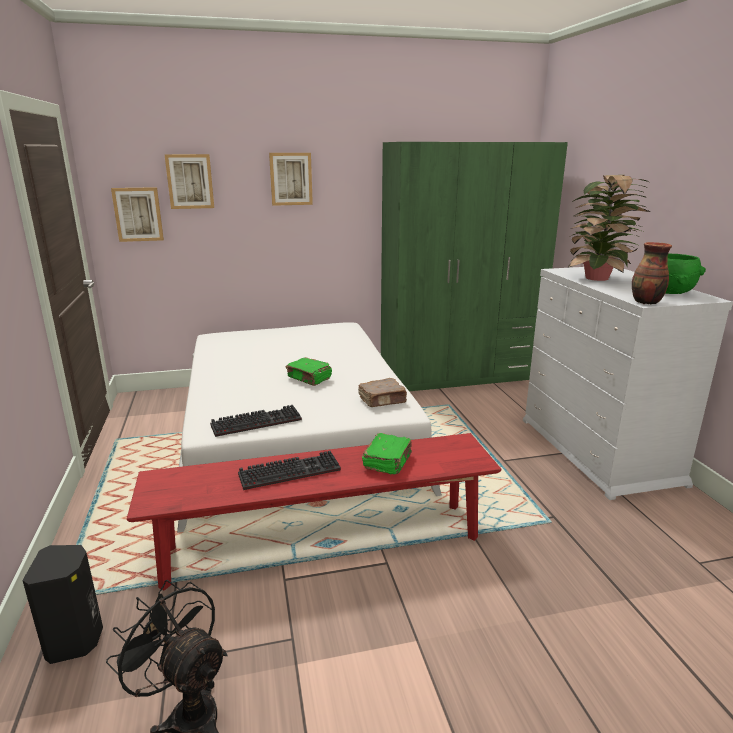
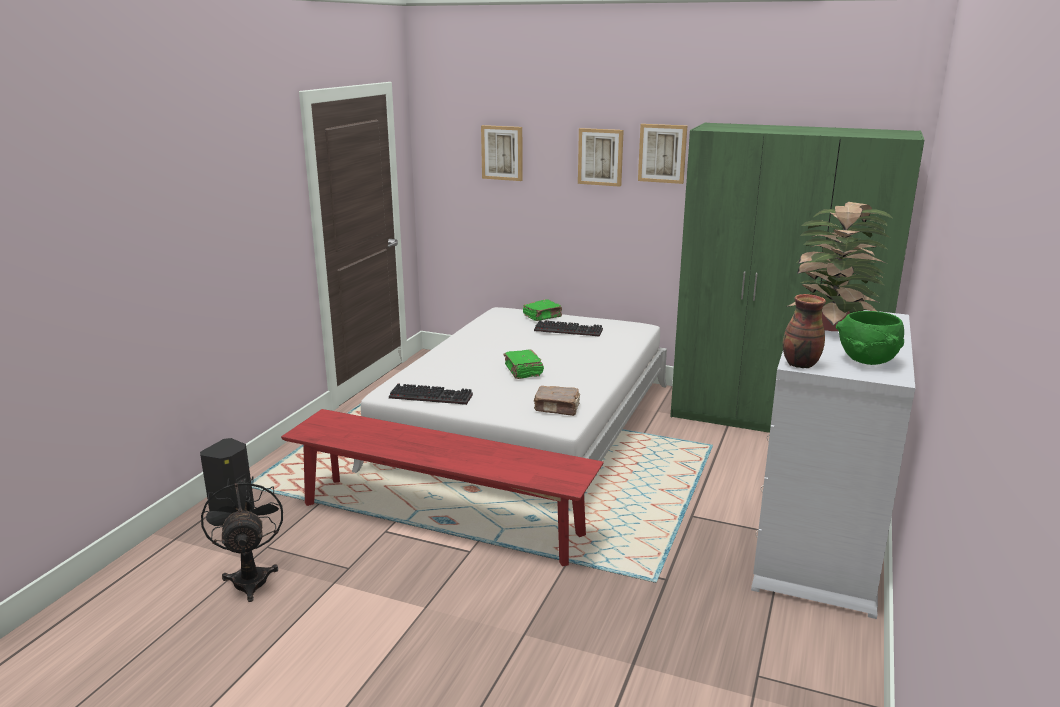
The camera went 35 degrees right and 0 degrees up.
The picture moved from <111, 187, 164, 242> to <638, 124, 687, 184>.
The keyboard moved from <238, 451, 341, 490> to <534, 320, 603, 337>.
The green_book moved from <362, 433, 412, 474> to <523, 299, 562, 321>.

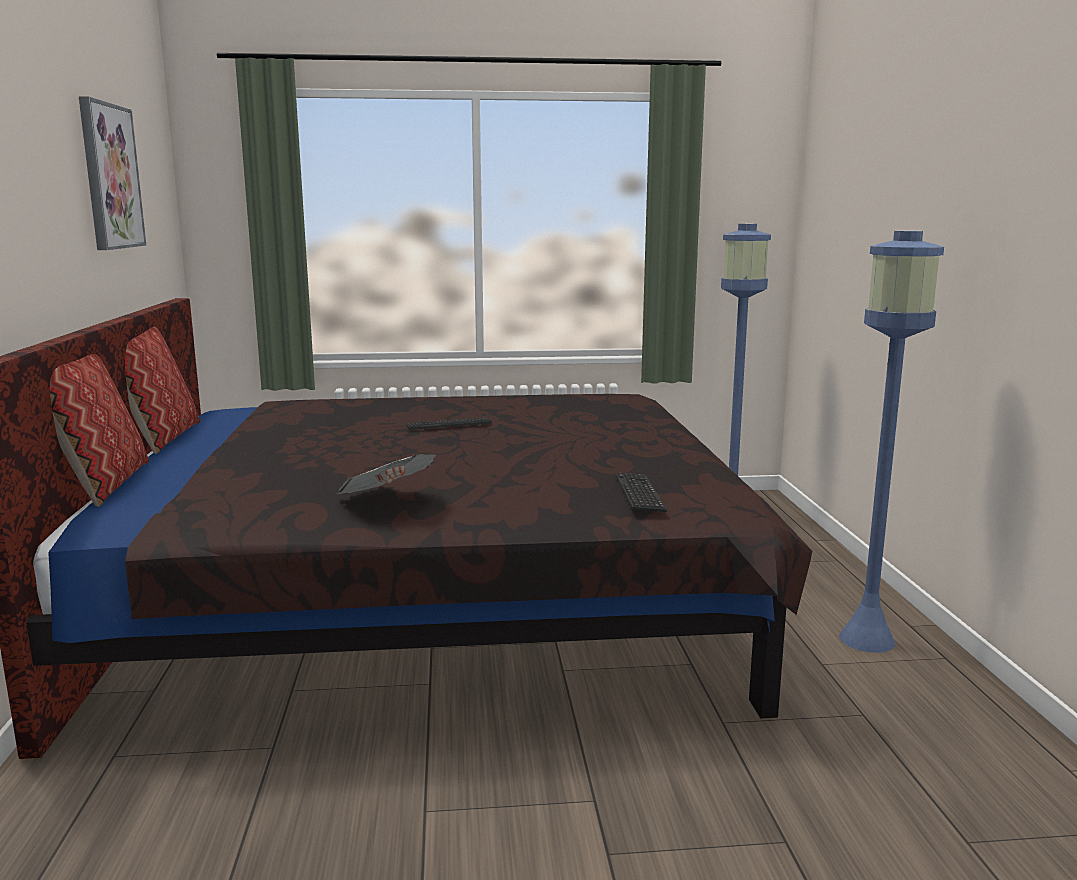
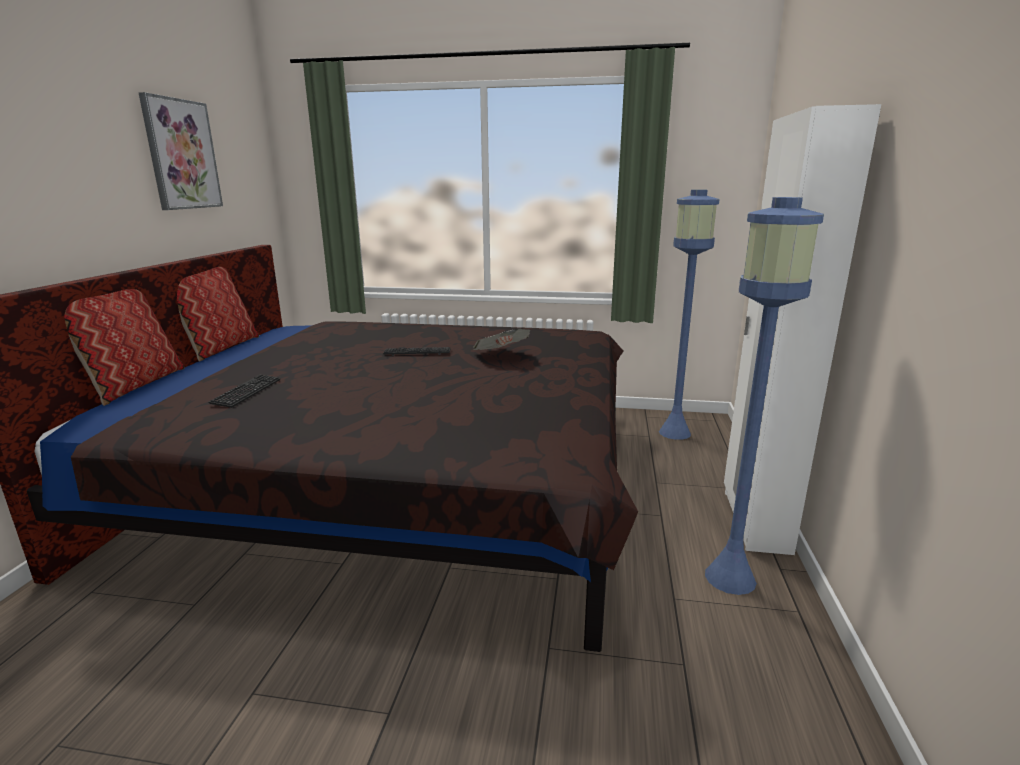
The camera went 15 degrees right and 5 degrees up.
The newspaper moved from <337, 454, 436, 494> to <473, 329, 531, 350>.
The keyboard moved from <616, 472, 667, 512> to <208, 374, 280, 408>.
The white_wardrobe at <724, 104, 881, 555> appeared.

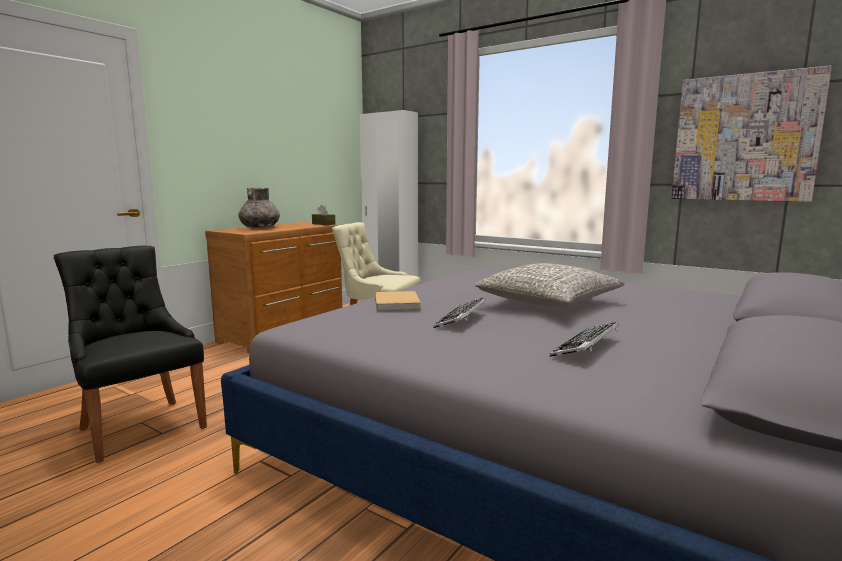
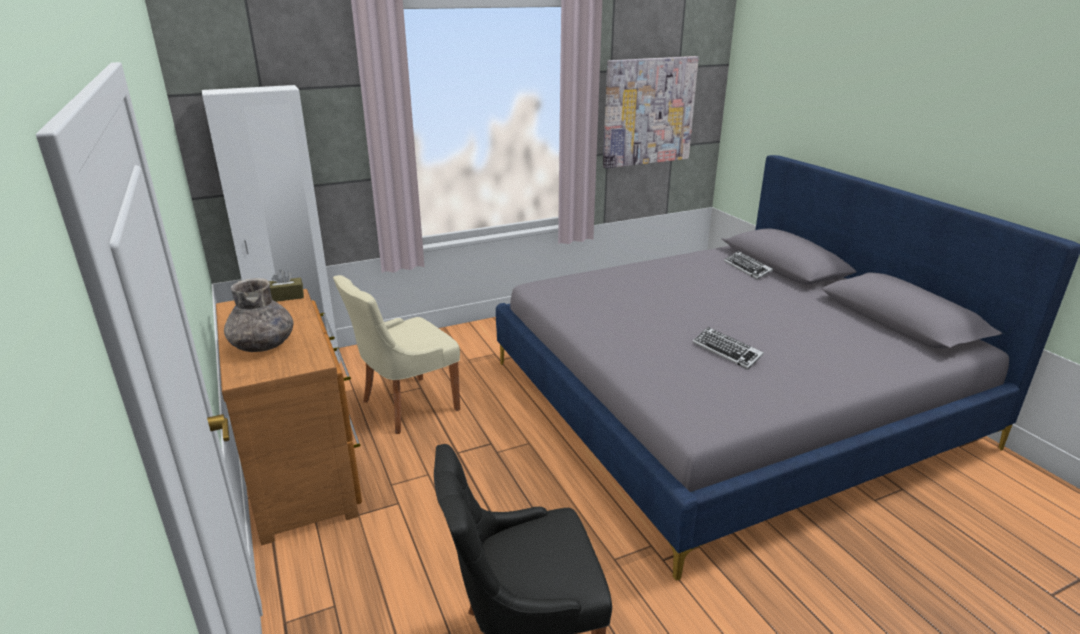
The camera went 60 degrees left and 15 degrees up.
The beige_book at <375, 291, 421, 310> disappeared.
The grey_pillow at <475, 263, 625, 307> disappeared.
The keyboard moved from <550, 322, 619, 357> to <724, 251, 773, 279>.

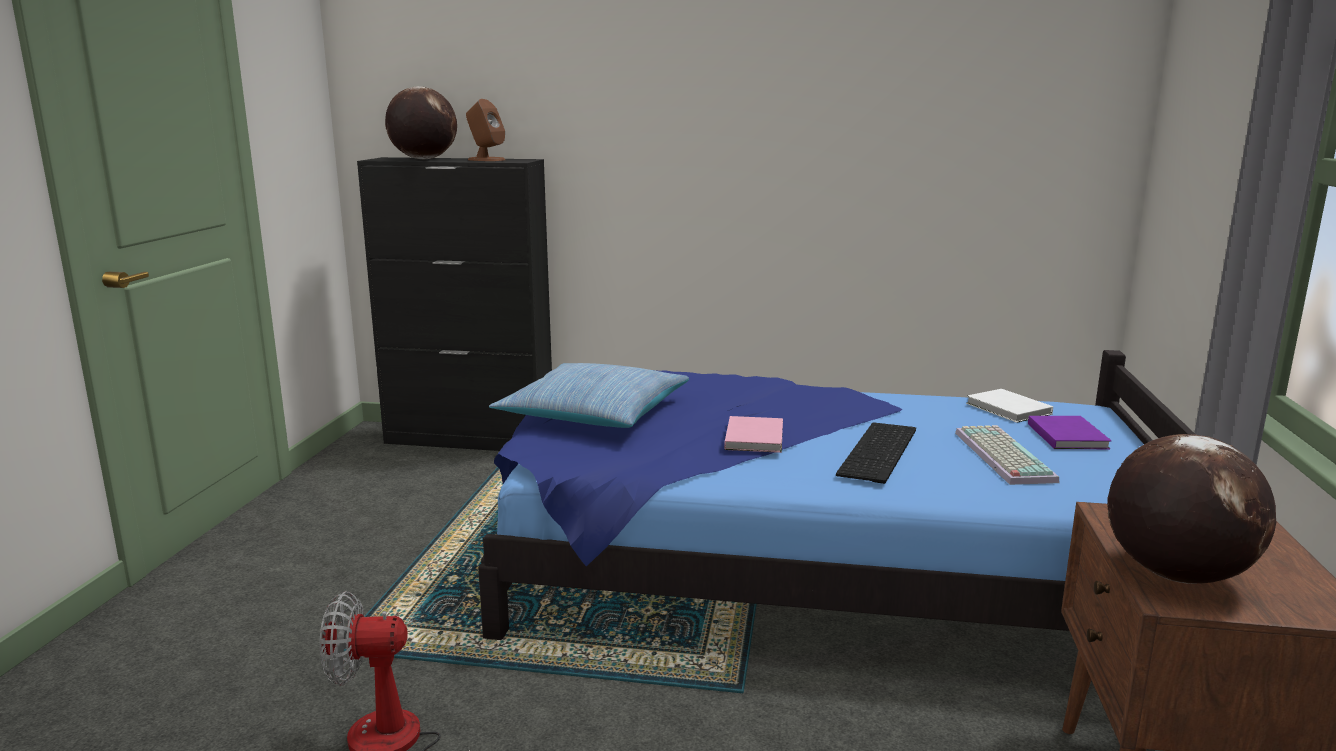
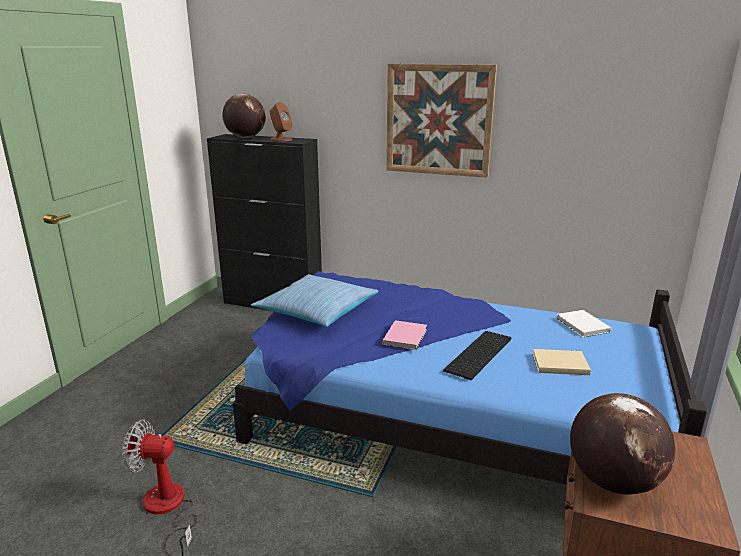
The camera went 10 degrees right and 5 degrees up.
The keyboard at <955, 425, 1059, 485> was replaced by the beige_book at <533, 349, 591, 375>.
The purple_book at <1028, 416, 1112, 449> disappeared.
The picture at <386, 64, 497, 178> appeared.

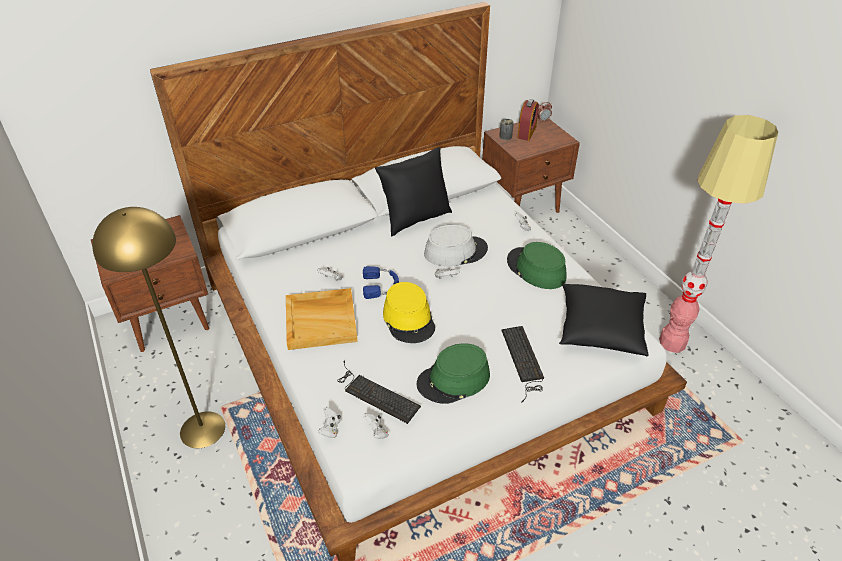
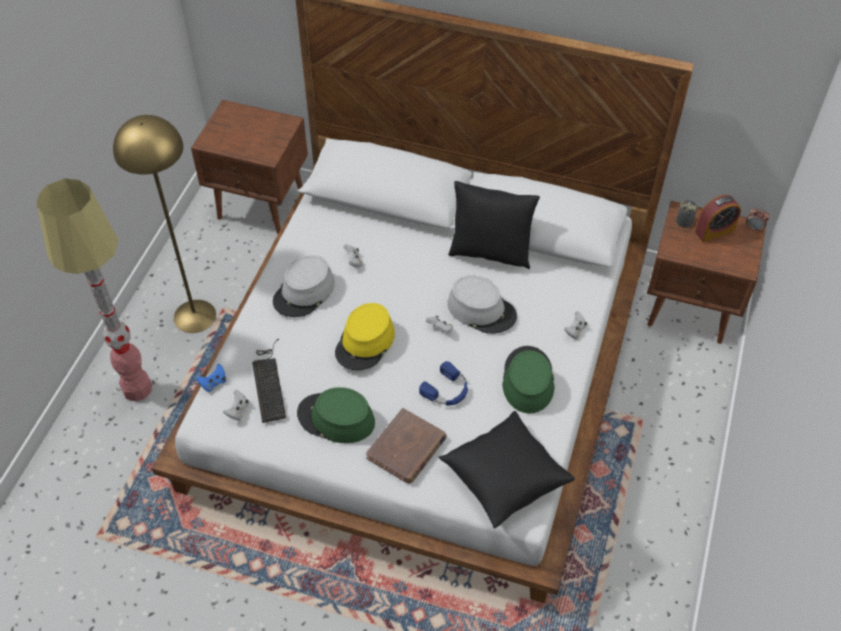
The camera went 45 degrees right and 10 degrees up.
The beige_tray at <286, 288, 358, 350> was replaced by the grey_hat at <273, 255, 335, 317>.
The white_game_controller at <318, 407, 341, 438> became the blue_game_controller at <196, 364, 226, 392>.
The blue_headphones moved from <363, 266, 399, 299> to <419, 361, 468, 406>.
The keyboard at <501, 326, 544, 402> was replaced by the brown_book at <366, 408, 447, 484>.
The floor_lamp moved from <659, 115, 778, 353> to <37, 179, 152, 401>.

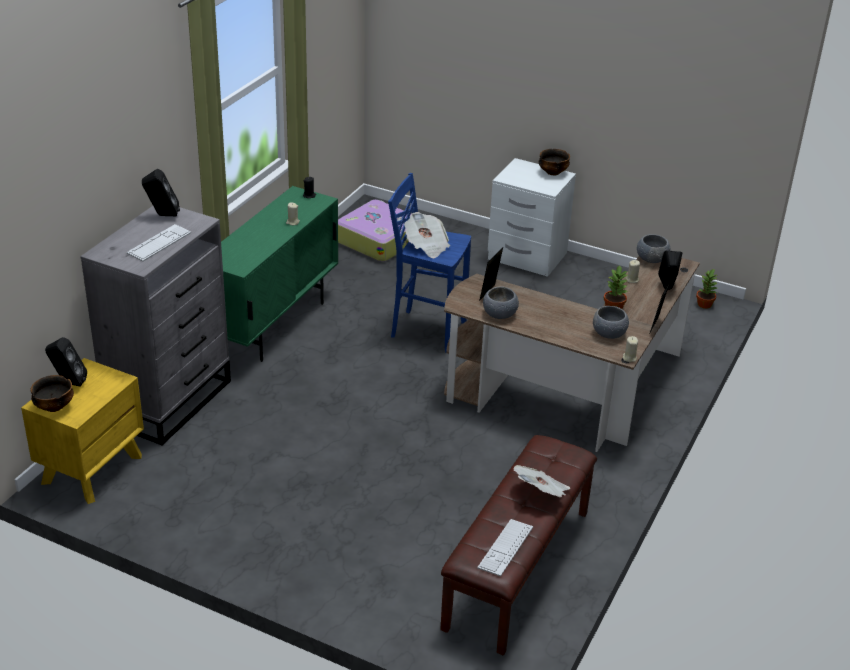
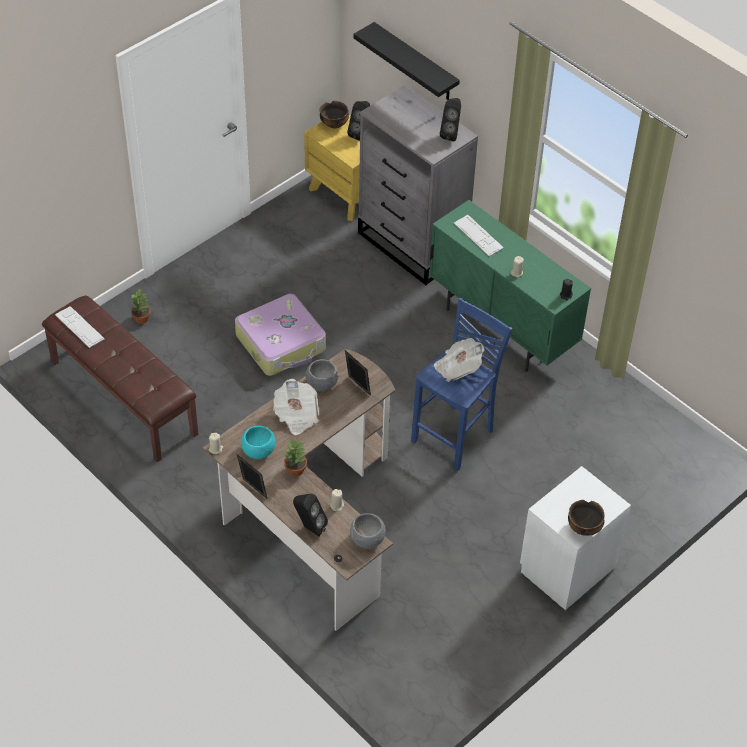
The camera went 110 degrees right and 15 degrees up.
The keyboard moved from <126, 224, 191, 261> to <454, 215, 504, 257>.
The suitcase moved from <338, 200, 411, 262> to <235, 294, 326, 376>.
The newspaper moved from <513, 465, 570, 497> to <273, 379, 319, 435>.
The grey_bowl at <593, 306, 629, 339> became the turquoise_bowl at <241, 426, 275, 459>.
The potted_plant moved from <696, 268, 717, 309> to <130, 289, 151, 324>.
The black_shelf at <353, 22, 460, 100> appeared.

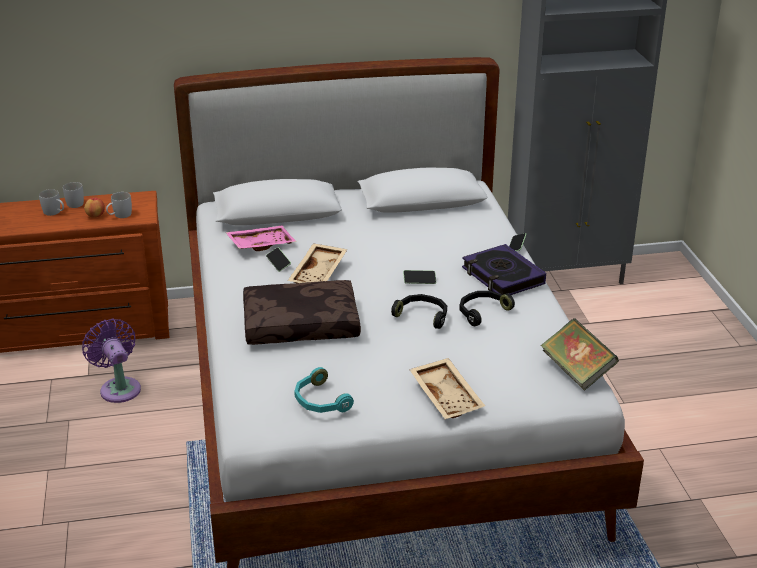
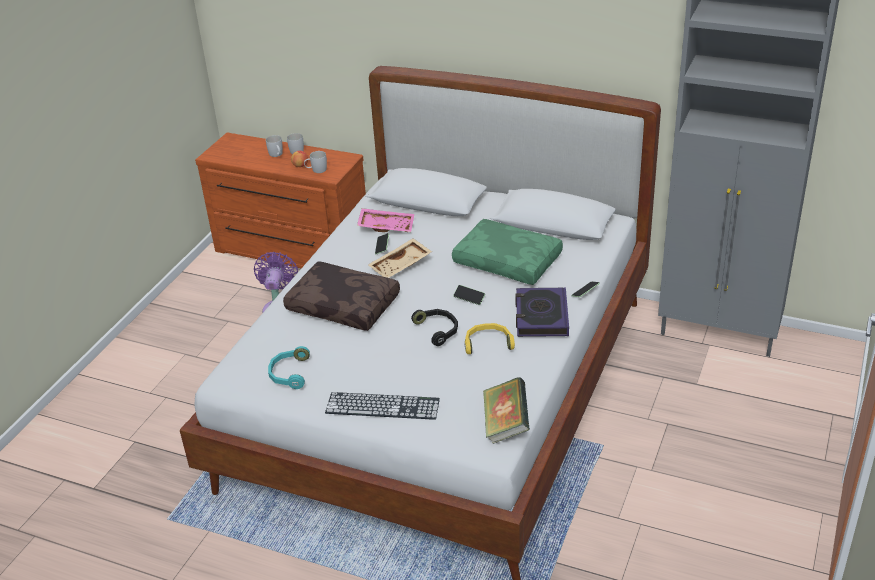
The camera went 35 degrees right and 5 degrees up.
The beige_tray at <409, 358, 485, 419> was replaced by the keyboard at <325, 392, 440, 420>.
The black_headphones at <459, 291, 515, 326> became the yellow_headphones at <465, 323, 515, 354>.
The green_pillow at <452, 219, 563, 285> appeared.

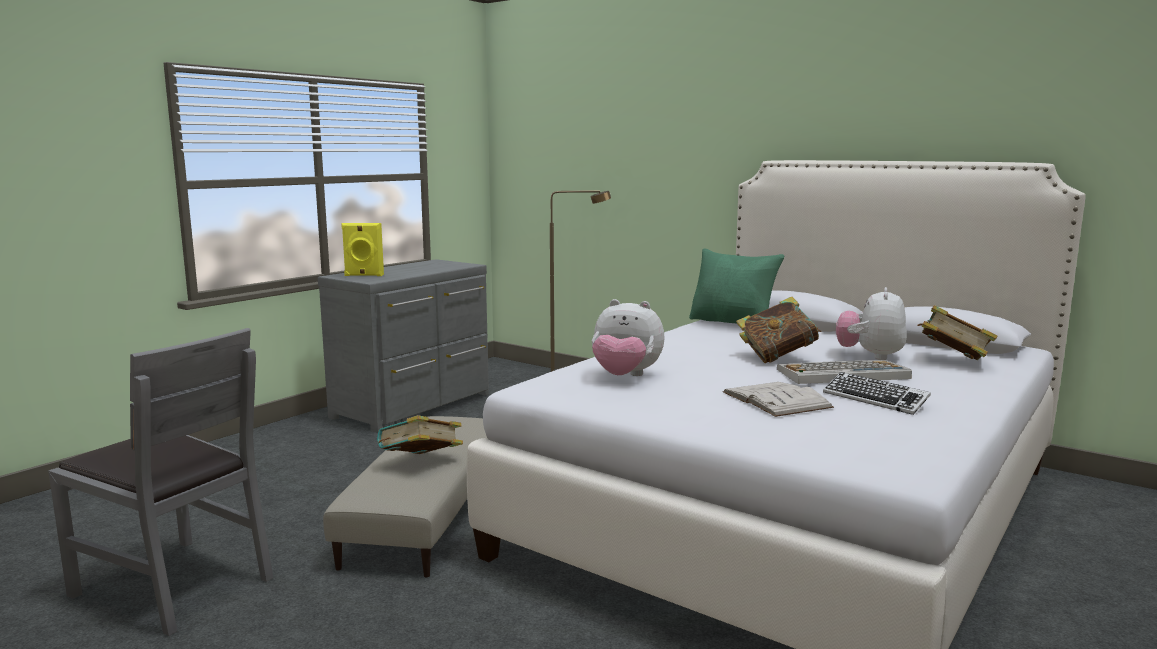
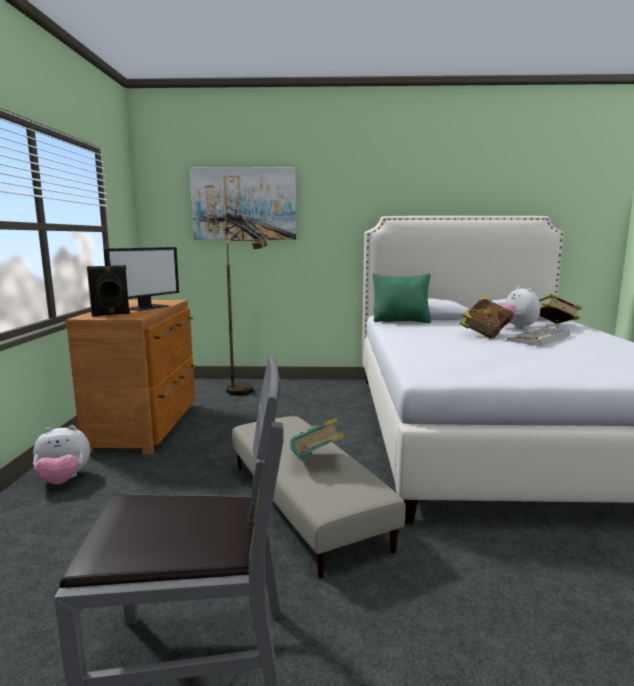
The camera went 35 degrees left and 0 degrees up.
The grey_dresser at <318, 259, 489, 433> became the brown_dresser at <65, 300, 196, 455>.
The yellow_speaker at <341, 223, 384, 276> became the black_speaker at <87, 265, 130, 317>.
The plush_toy moved from <592, 299, 665, 376> to <33, 425, 90, 484>.
The white_book at <722, 382, 834, 417> disappeared.
The keyboard at <823, 372, 931, 415> disappeared.
The monitor at <103, 247, 179, 311> appeared.
The picture at <190, 167, 296, 240> appeared.

